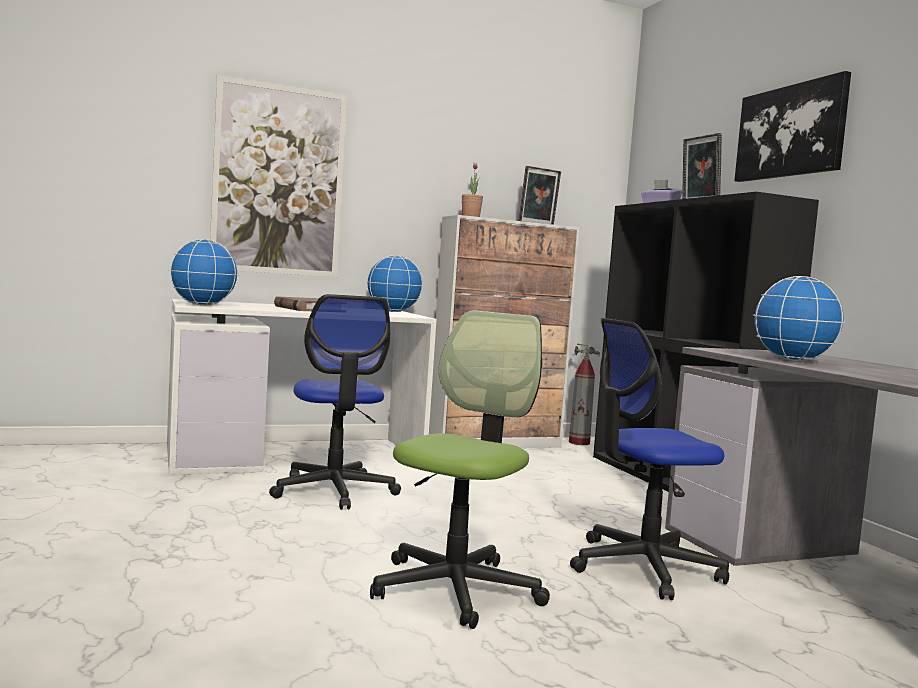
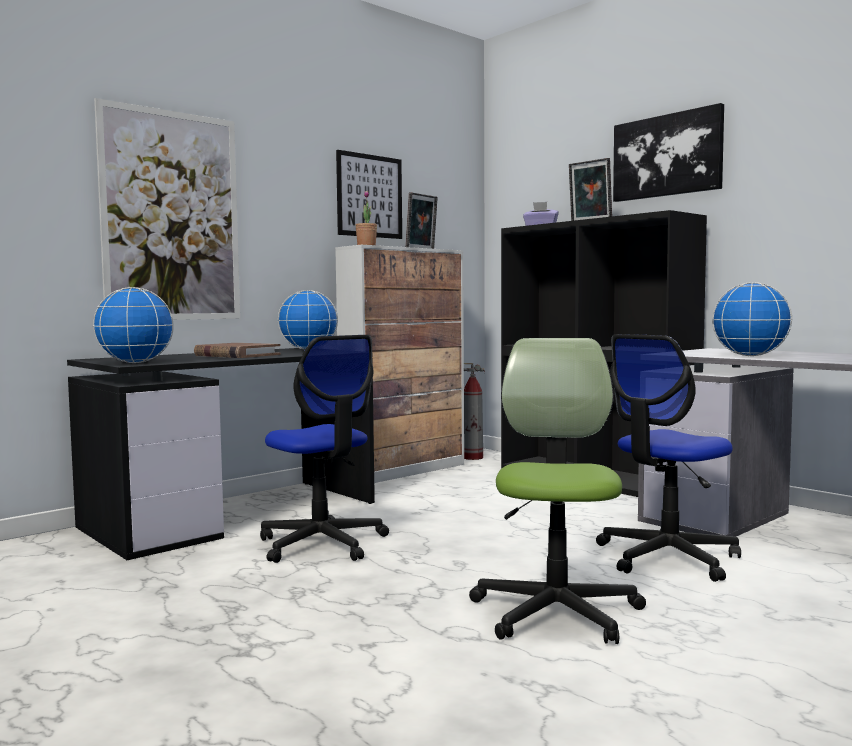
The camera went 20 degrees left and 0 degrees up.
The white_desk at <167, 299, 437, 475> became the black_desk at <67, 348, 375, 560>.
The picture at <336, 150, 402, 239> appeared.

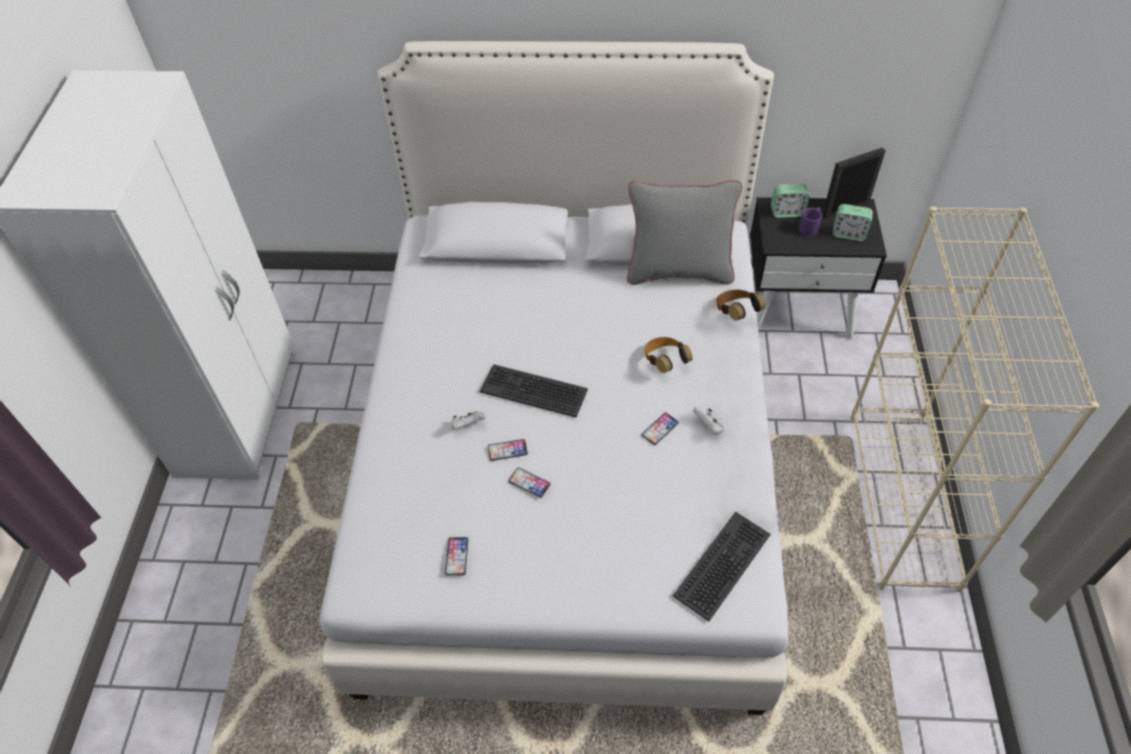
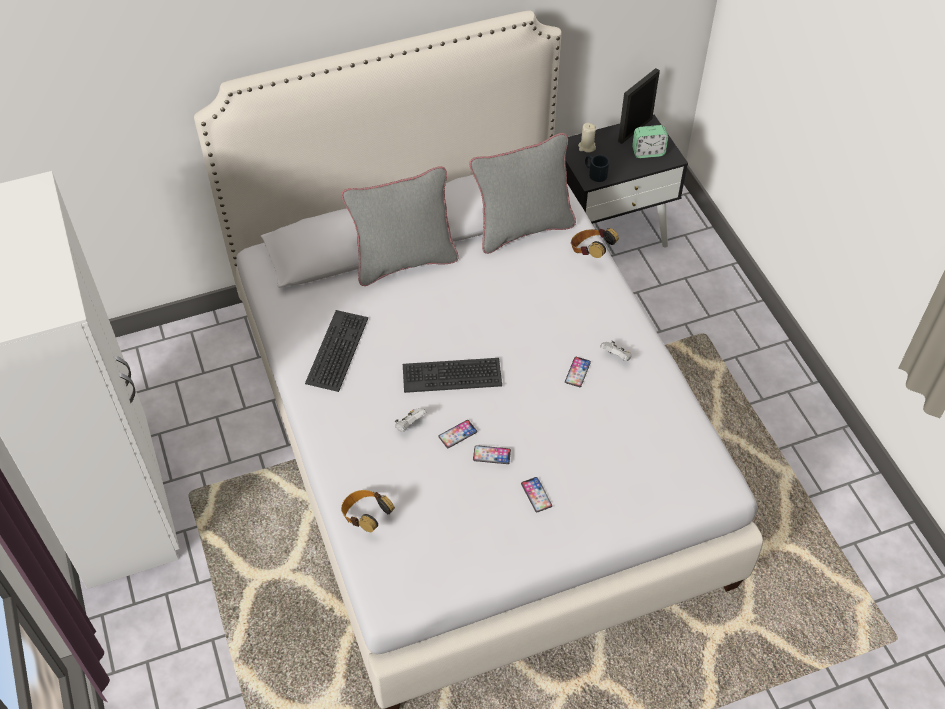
The camera went 25 degrees left and 0 degrees up.
The phone moved from <445, 537, 469, 575> to <521, 477, 552, 513>.
The headphones moved from <644, 337, 693, 373> to <341, 490, 395, 532>.
The keyboard moved from <673, 511, 771, 621> to <305, 310, 368, 392>.
The alarm_clock at <771, 184, 810, 218> was replaced by the beige_candle at <578, 123, 596, 153>.
The purple_mug at <799, 207, 822, 236> disappeared.
The beige_bookcase at <850, 206, 1099, 592> disappeared.
The grey_pillow at <341, 166, 459, 286> appeared.
The black_mug at <585, 155, 609, 182> appeared.

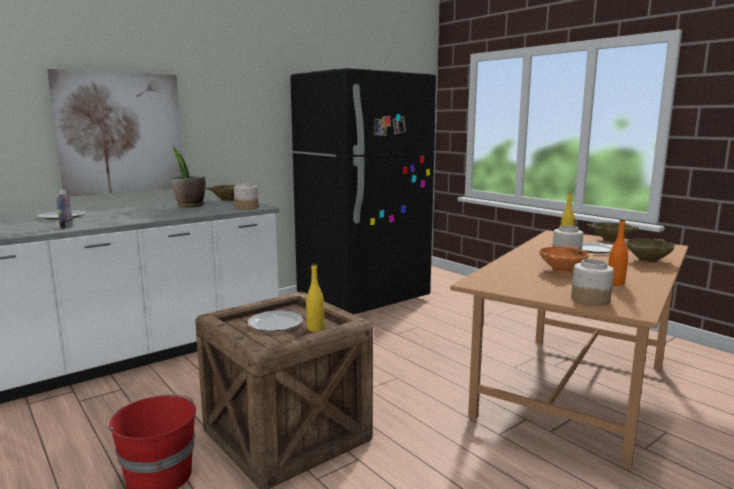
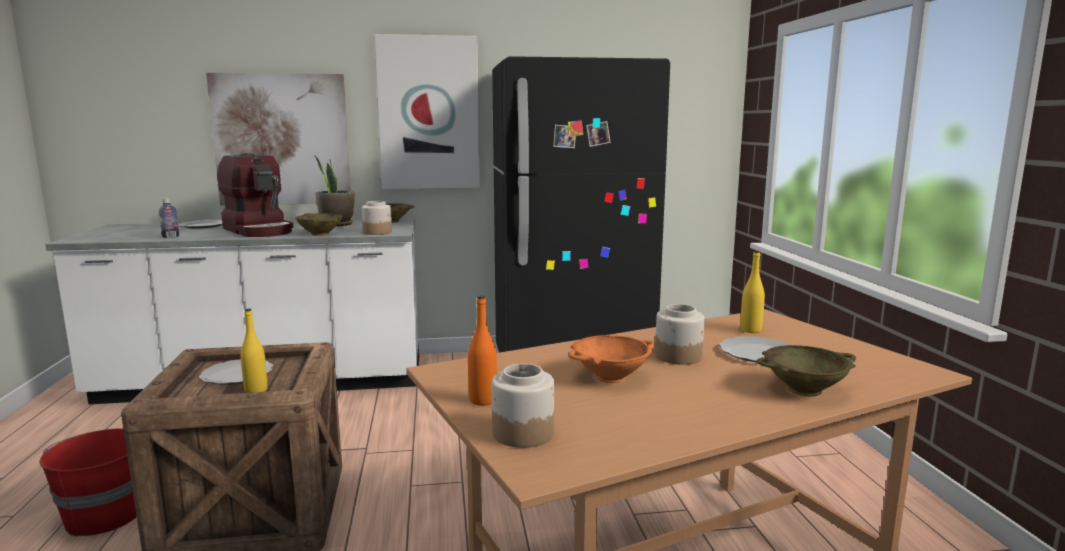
The camera went 30 degrees right and 0 degrees up.
The beige_bowl moved from <587, 222, 639, 243> to <295, 213, 342, 236>.
The orange_bottle moved from <608, 219, 628, 286> to <468, 295, 497, 406>.
The coffee_machine at <217, 153, 293, 237> appeared.
The picture at <374, 34, 480, 189> appeared.

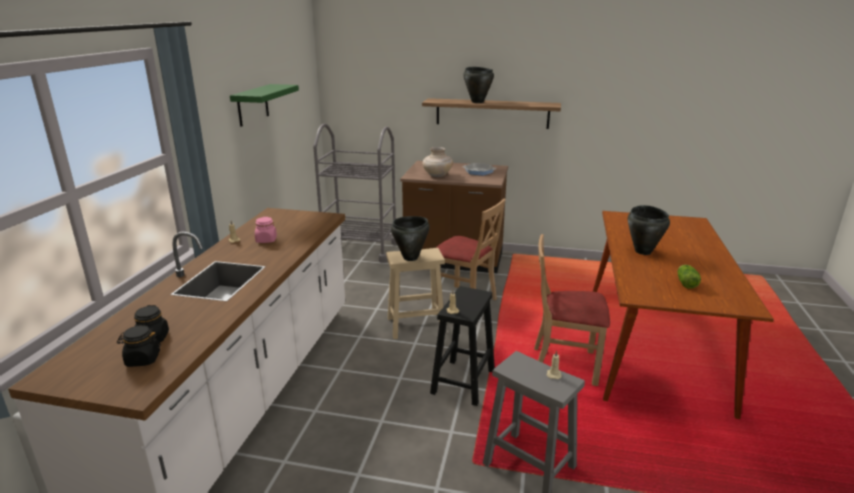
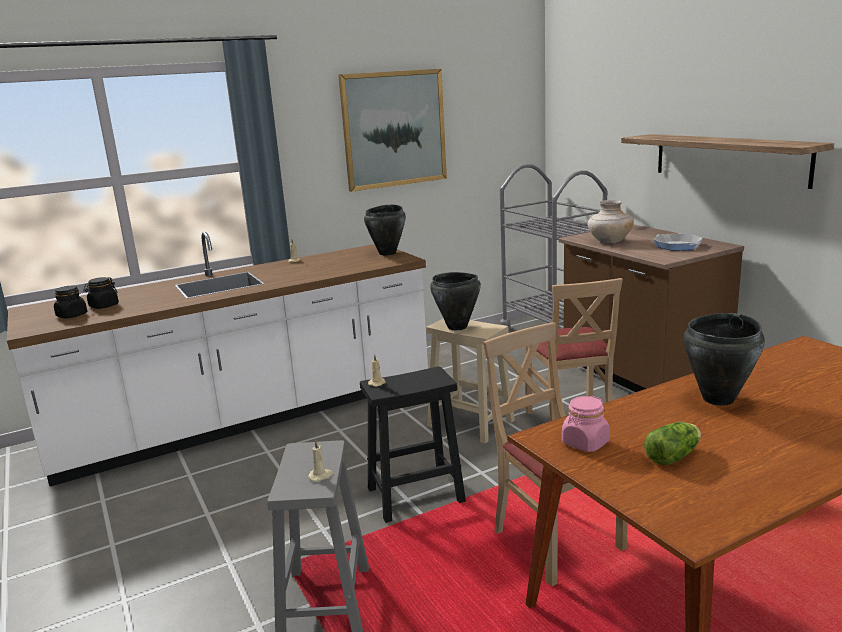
The camera went 50 degrees right and 5 degrees down.
The green_shelf at <230, 84, 299, 127> was replaced by the picture at <338, 69, 447, 192>.
The pink_jar moved from <255, 217, 277, 243> to <562, 396, 610, 452>.
The black_cooking_pot moved from <464, 67, 494, 103> to <364, 204, 406, 255>.

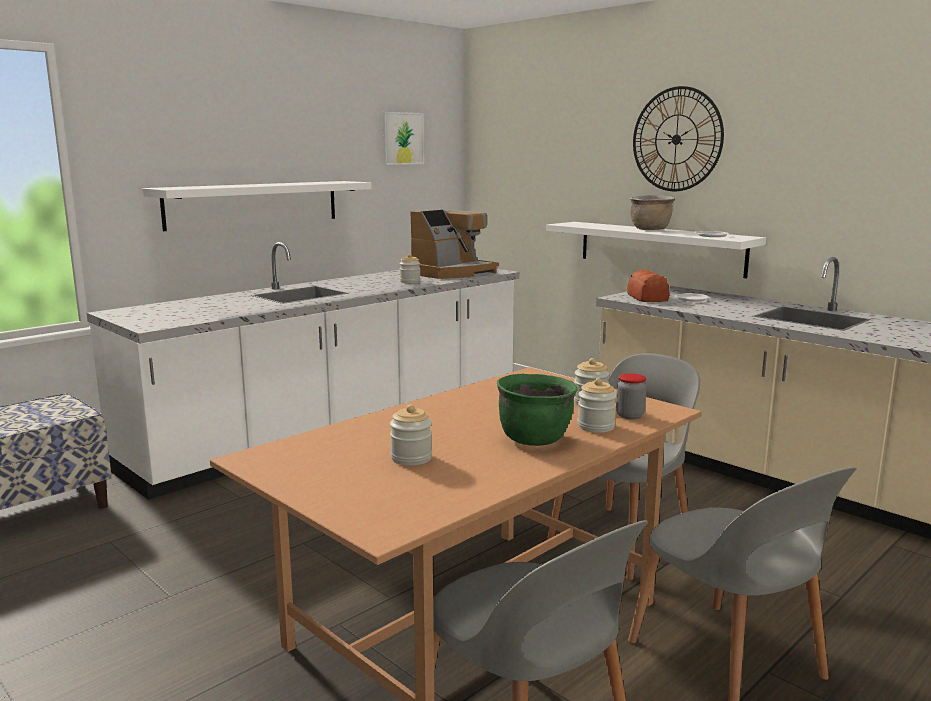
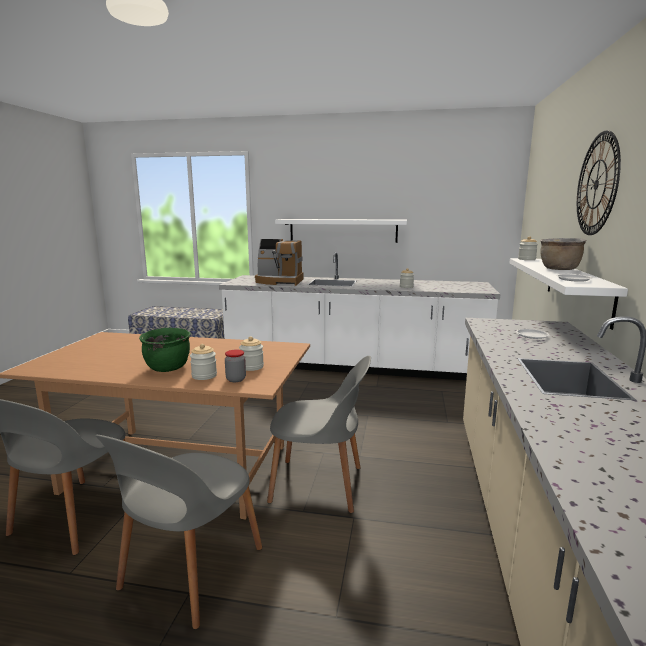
The camera went 55 degrees right and 0 degrees up.
The picture at <383, 112, 424, 165> disappeared.
The jar moved from <390, 405, 432, 466> to <518, 236, 538, 260>.
The coffee_machine moved from <410, 210, 499, 279> to <255, 239, 304, 286>.
The bread at <627, 270, 670, 302> disappeared.

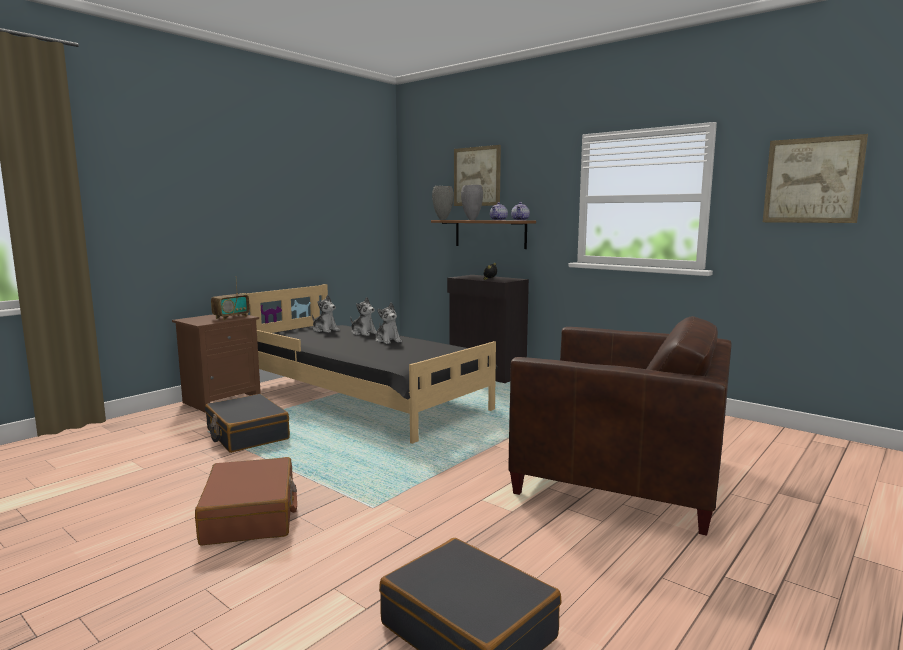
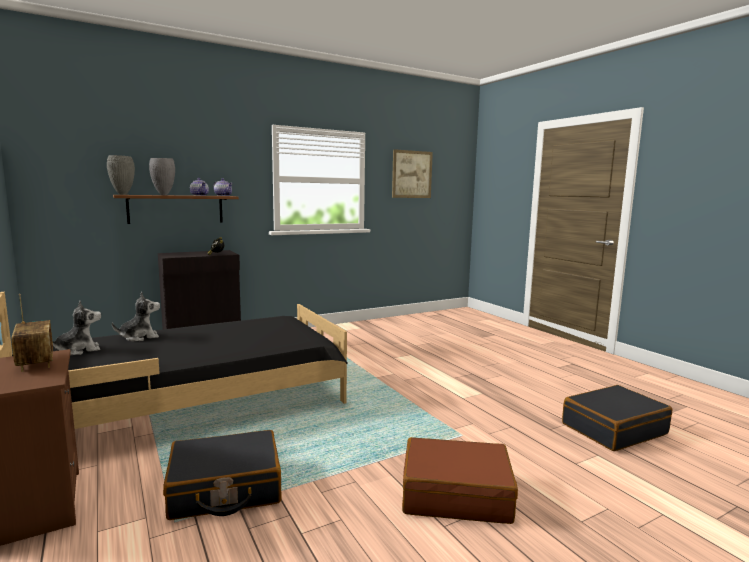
The camera went 70 degrees left and 0 degrees up.
The plush_toy at <376, 303, 402, 344> disappeared.
The picture at <454, 145, 501, 206> disappeared.
The brown_armchair at <508, 316, 731, 536> disappeared.

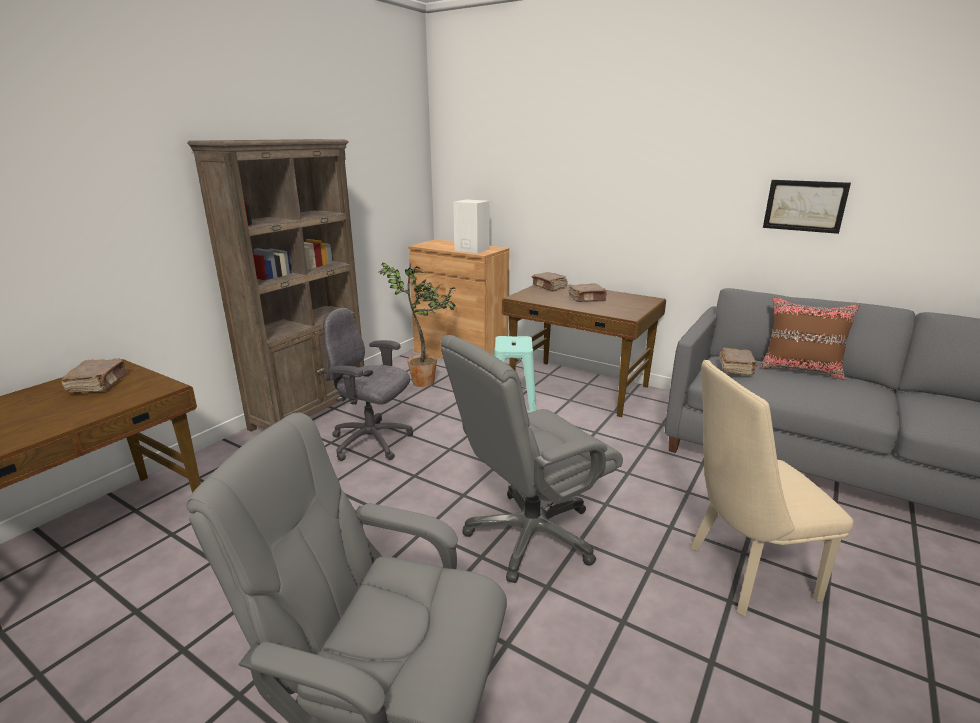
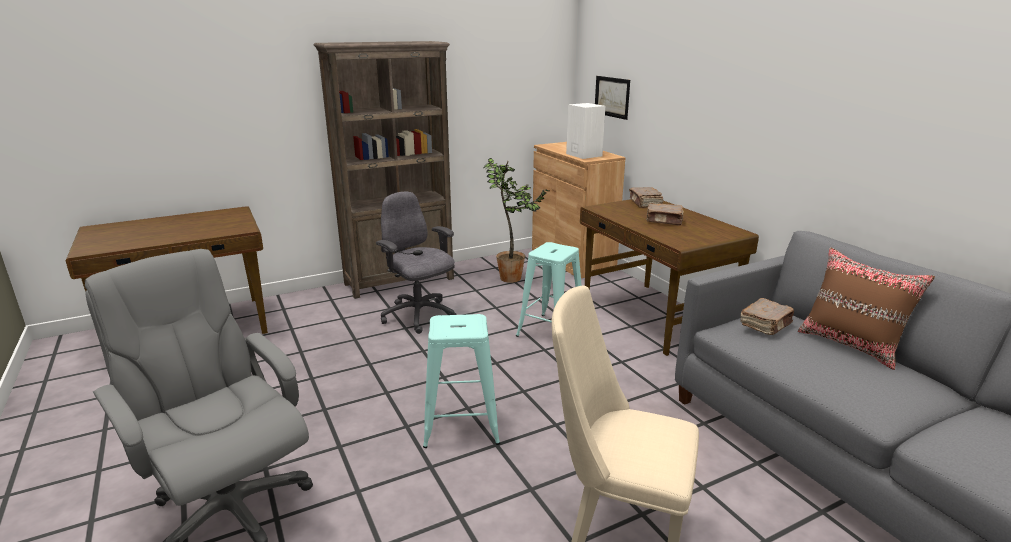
The camera went 30 degrees right and 0 degrees up.
The brown_book at <61, 358, 127, 393> disappeared.
The grey_office_chair at <440, 335, 623, 583> was replaced by the turquoise_stool at <423, 314, 500, 448>.
The picture moved from <763, 180, 851, 234> to <595, 76, 630, 120>.

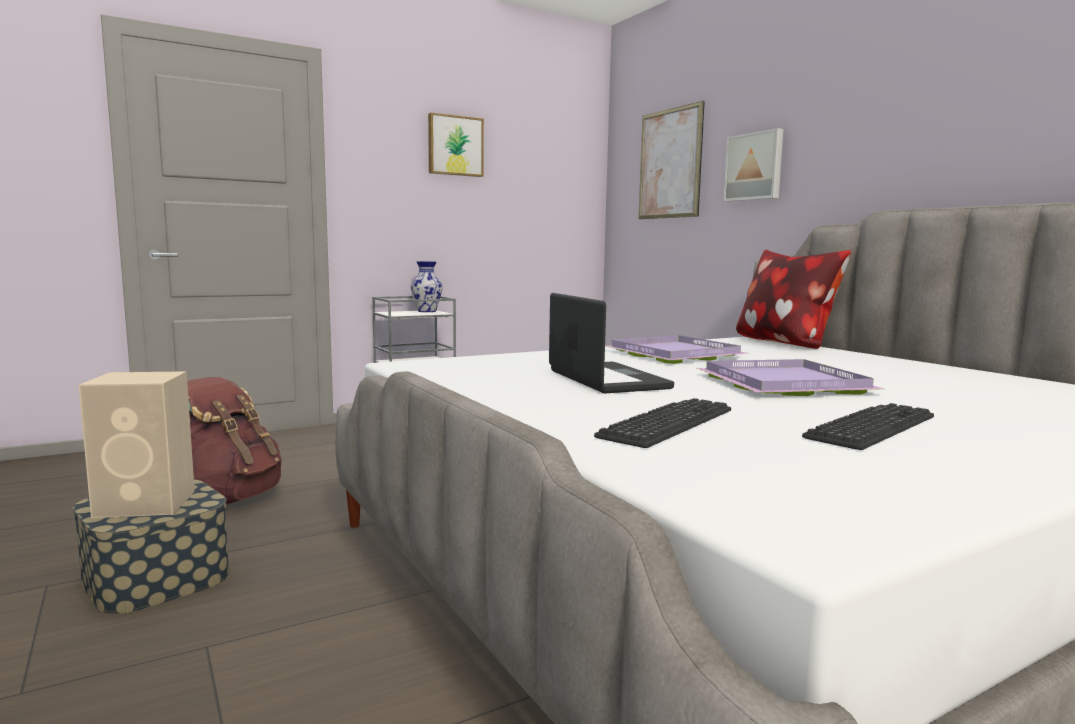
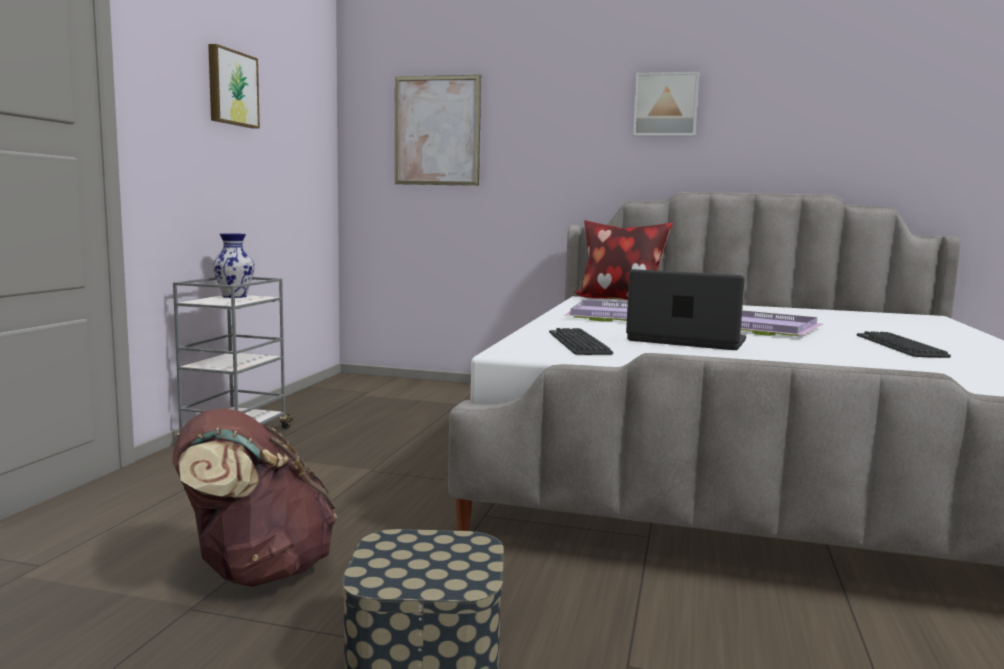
The camera went 45 degrees left and 0 degrees up.
The beige_speaker at <79, 371, 195, 518> disappeared.
The keyboard moved from <594, 398, 731, 448> to <549, 328, 613, 355>.
The picture moved from <723, 128, 783, 202> to <633, 72, 699, 136>.

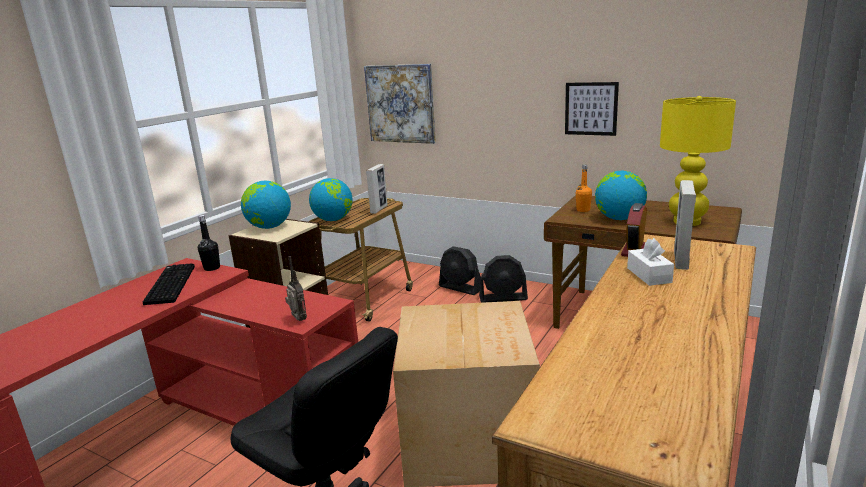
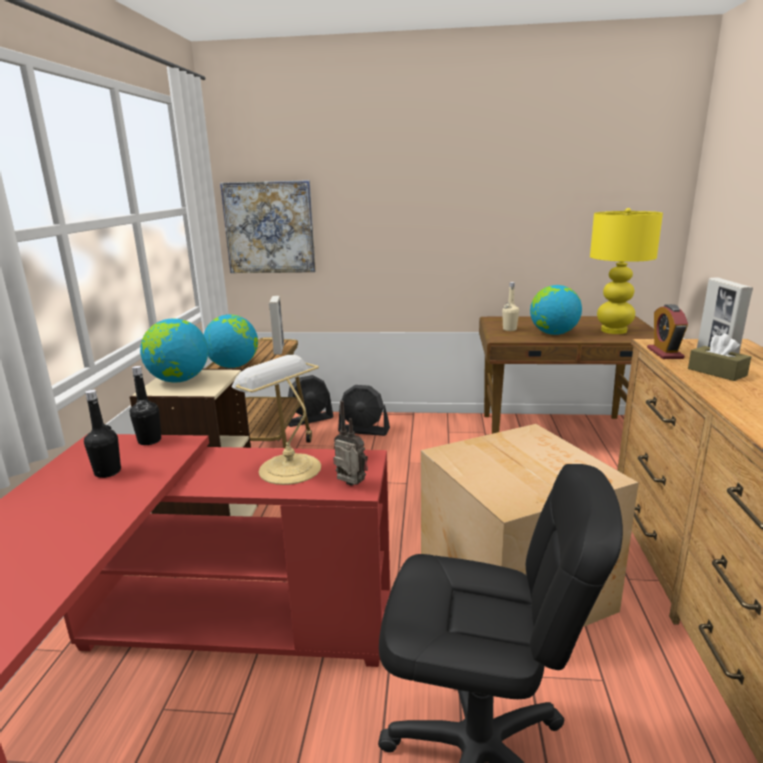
The camera went 25 degrees left and 0 degrees up.
The keyboard at <143, 263, 195, 305> was replaced by the black_bottle at <84, 390, 121, 478>.
The black_fan moved from <479, 255, 528, 303> to <288, 375, 334, 427>.
The picture at <565, 82, 619, 136> disappeared.
The orange_bottle at <576, 165, 592, 212> became the beige_bottle at <502, 282, 519, 331>.
The white_tissue_box at <627, 238, 674, 286> became the brown_tissue_box at <688, 333, 751, 381>.
The table_lamp at <232, 355, 321, 485> appeared.

